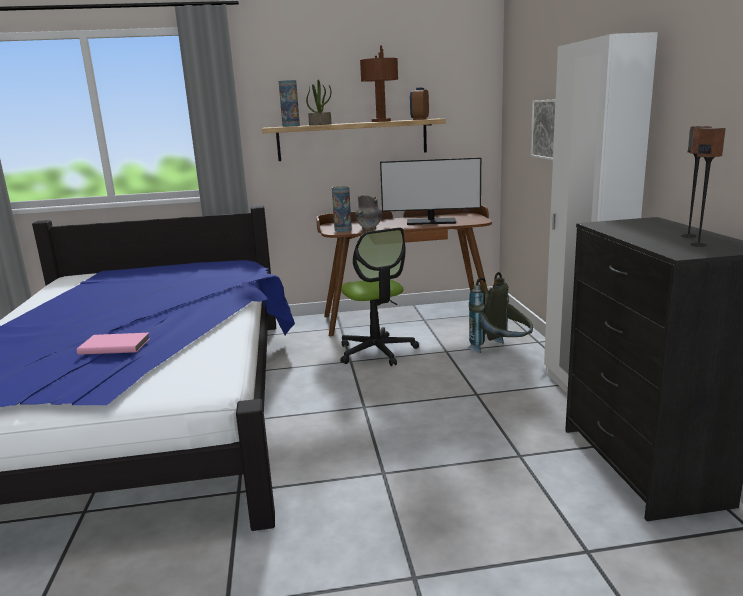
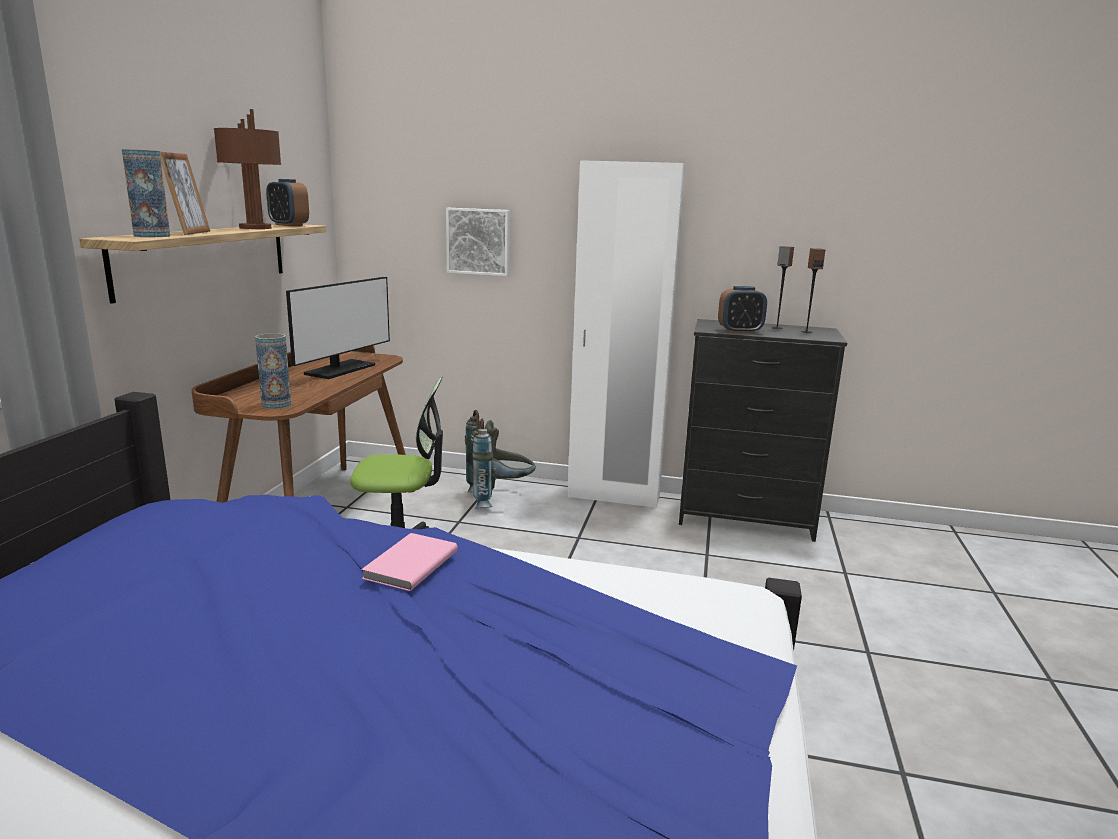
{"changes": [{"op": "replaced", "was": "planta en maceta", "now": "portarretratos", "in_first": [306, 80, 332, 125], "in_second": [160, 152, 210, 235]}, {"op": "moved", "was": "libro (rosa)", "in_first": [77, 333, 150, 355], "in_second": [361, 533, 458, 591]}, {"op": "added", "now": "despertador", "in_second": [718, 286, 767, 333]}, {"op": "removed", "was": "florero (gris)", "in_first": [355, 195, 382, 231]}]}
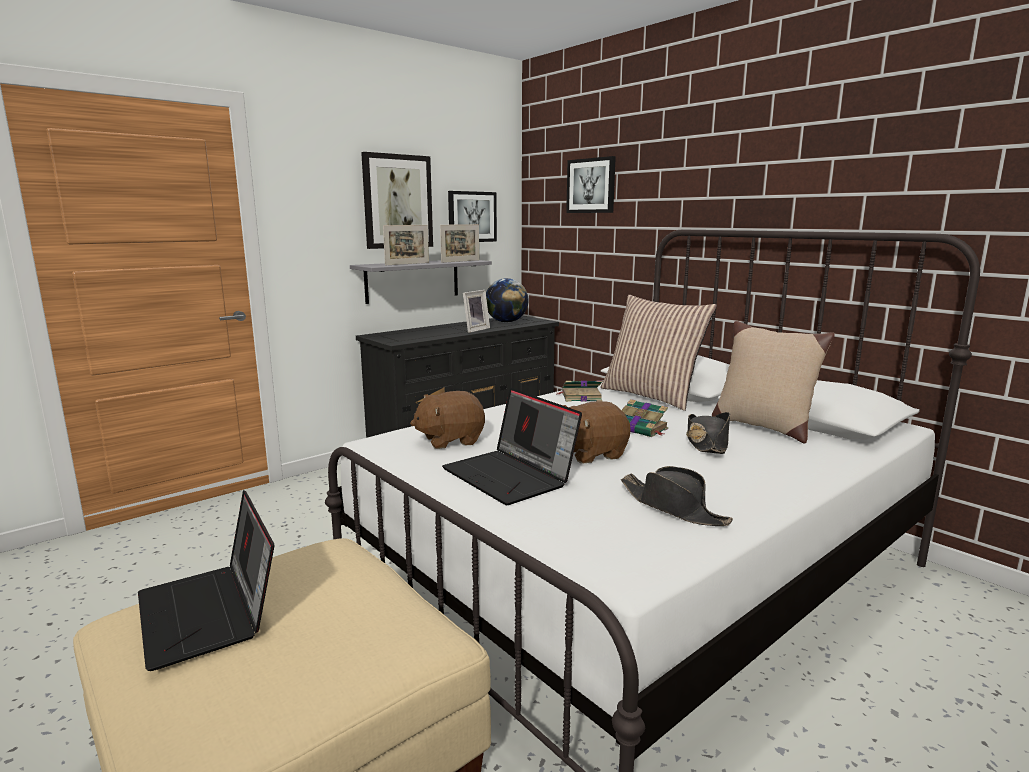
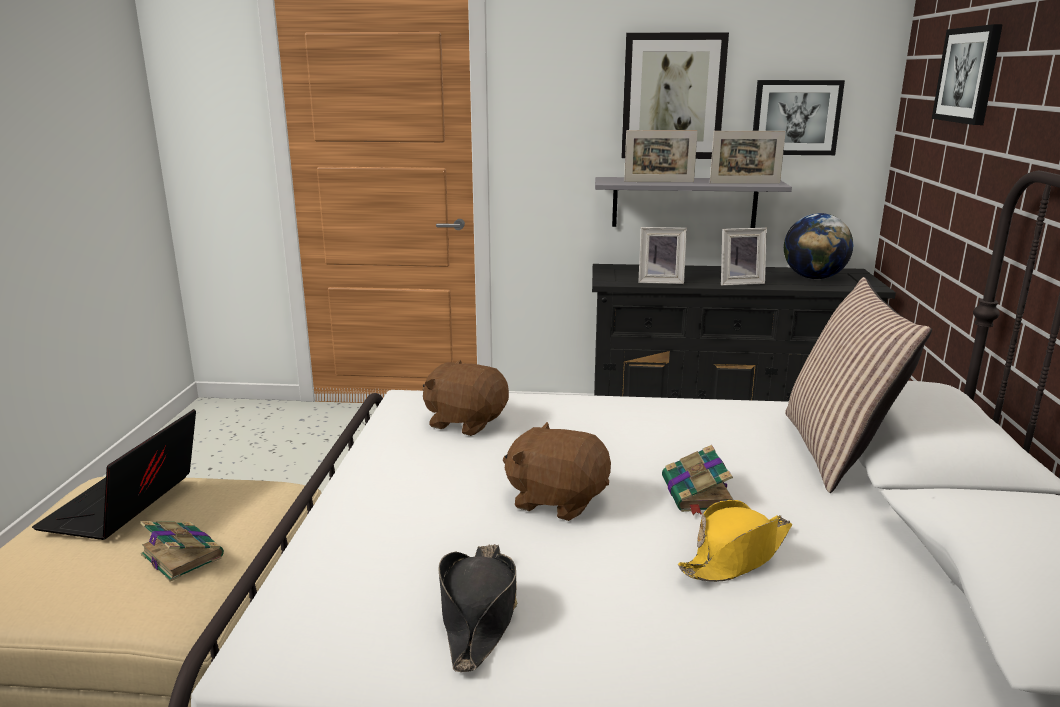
{"changes": [{"op": "moved", "was": "libro", "in_first": [558, 380, 602, 402], "in_second": [140, 521, 224, 582]}, {"op": "added", "now": "portarretratos", "in_second": [638, 227, 687, 284]}, {"op": "recoloured", "was": "sombrero (negro)", "now": "sombrero (amarillo)", "in_first": [686, 412, 730, 454], "in_second": [678, 500, 792, 582]}, {"op": "removed", "was": "portátil", "in_first": [442, 388, 582, 505]}, {"op": "removed", "was": "cojín (beis)", "in_first": [712, 321, 835, 444]}]}
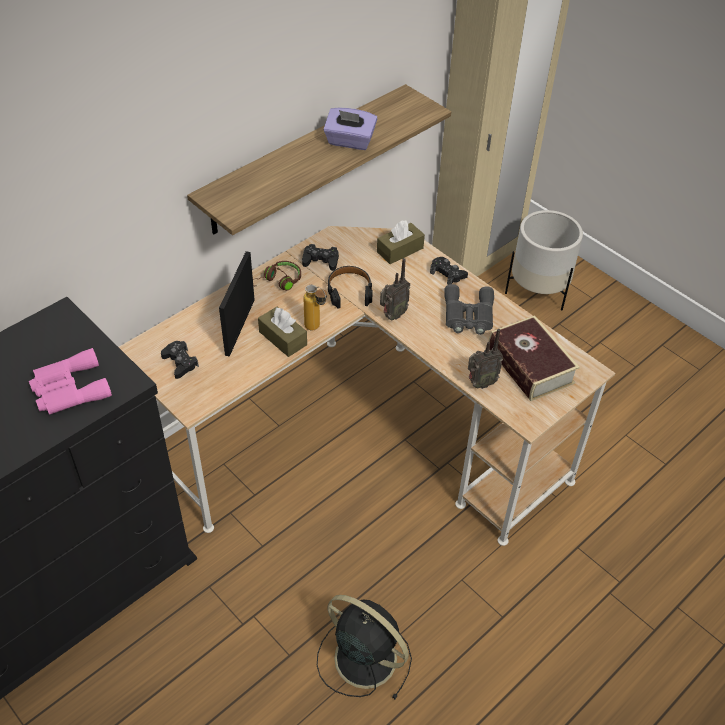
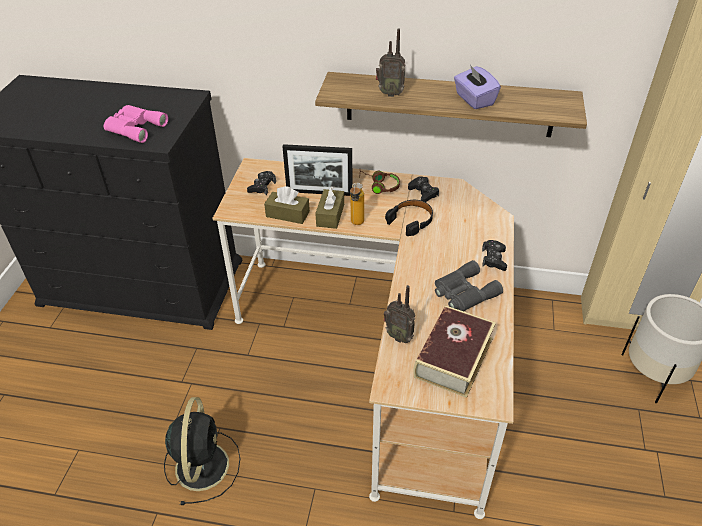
{"changes": [{"op": "moved", "was": "caja de pañuelos (marrón)", "in_first": [377, 221, 425, 264], "in_second": [264, 186, 310, 224]}, {"op": "turned", "was": "portarretratos", "in_first": [219, 251, 255, 357], "in_second": [282, 144, 353, 196], "clockwise": -150}, {"op": "moved", "was": "radio", "in_first": [380, 258, 410, 320], "in_second": [376, 29, 406, 97]}]}
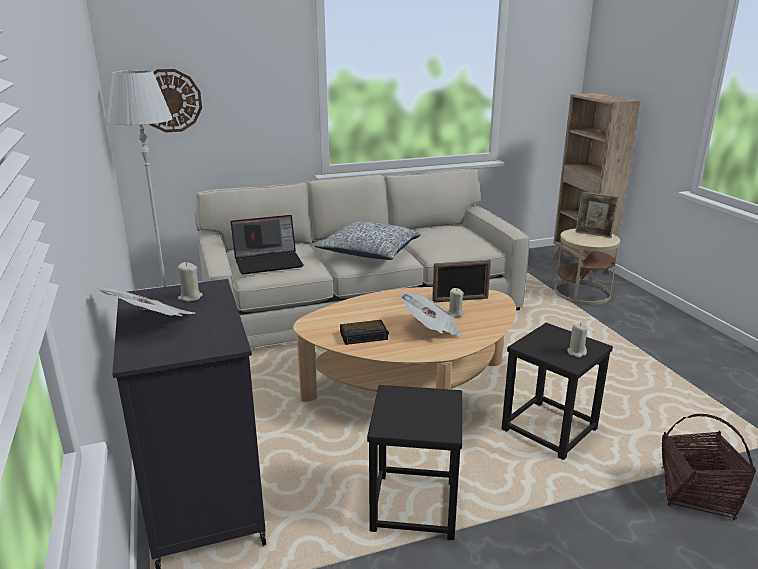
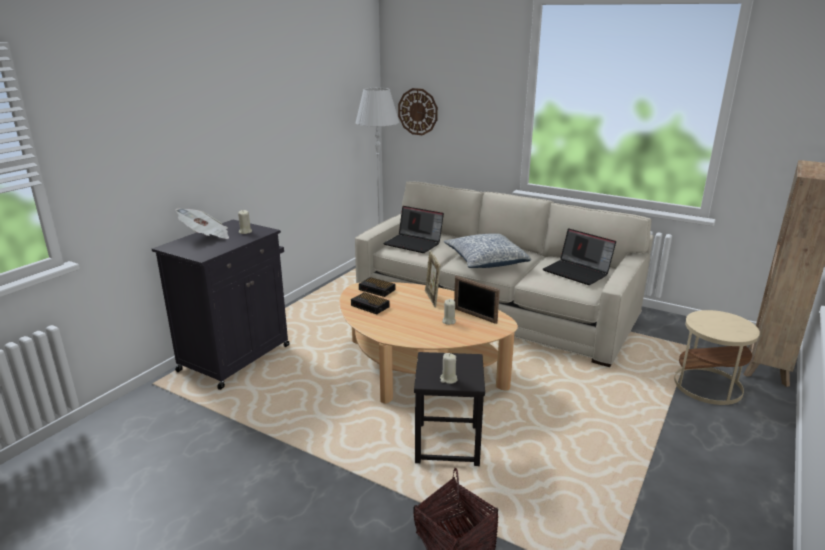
{"changes": [{"op": "added", "now": "despertador", "in_second": [359, 277, 395, 297]}, {"op": "moved", "was": "portarretratos", "in_first": [575, 192, 619, 238], "in_second": [425, 251, 441, 307]}, {"op": "added", "now": "portátil", "in_second": [543, 228, 616, 285]}, {"op": "removed", "was": "taburete (negro)", "in_first": [367, 385, 462, 540]}, {"op": "removed", "was": "periódico", "in_first": [400, 293, 462, 337]}]}
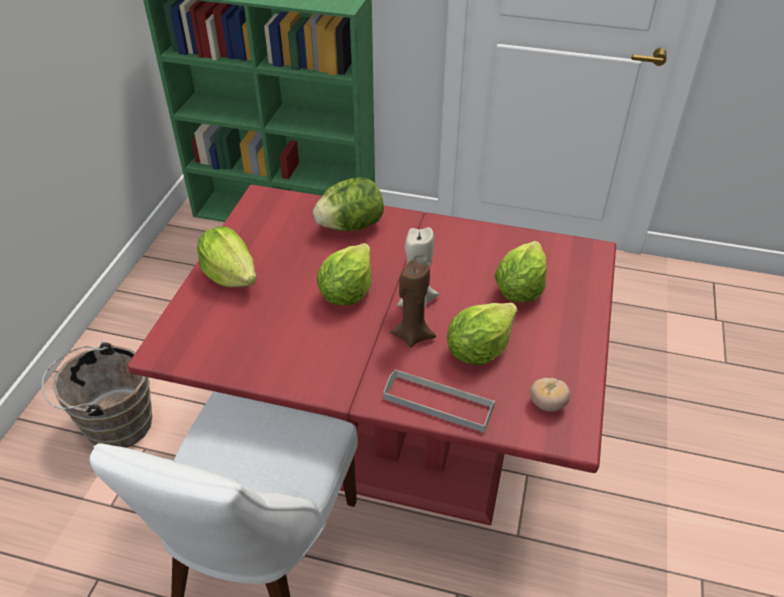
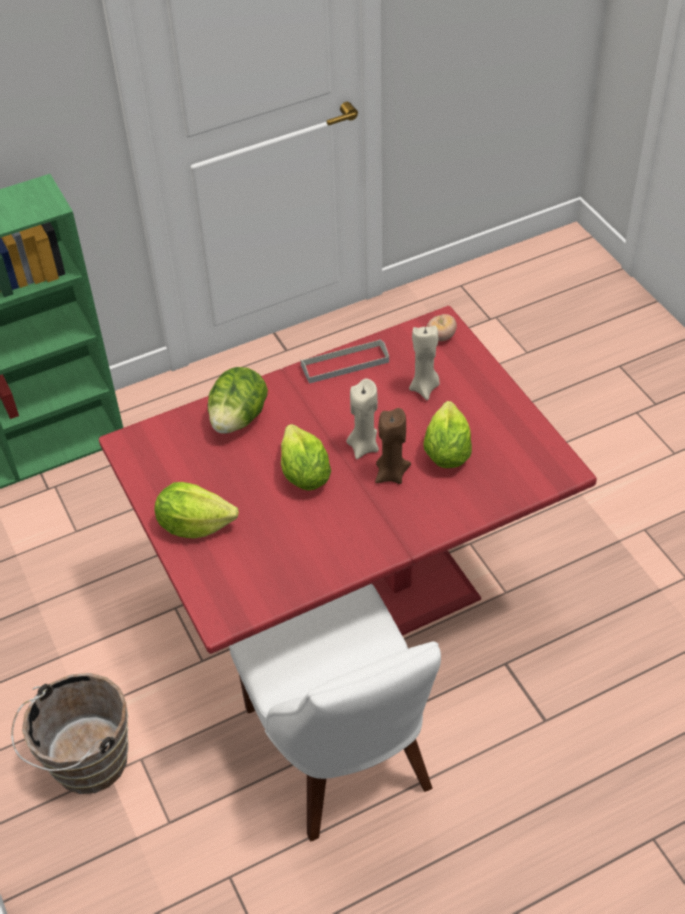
{"changes": [{"op": "moved", "was": "bandeja (gris)", "in_first": [383, 369, 495, 432], "in_second": [301, 339, 389, 384]}, {"op": "replaced", "was": "lechuga", "now": "vela (beis)", "in_first": [494, 241, 547, 303], "in_second": [409, 325, 440, 400]}, {"op": "moved", "was": "tomate", "in_first": [530, 378, 571, 412], "in_second": [427, 314, 457, 341]}]}
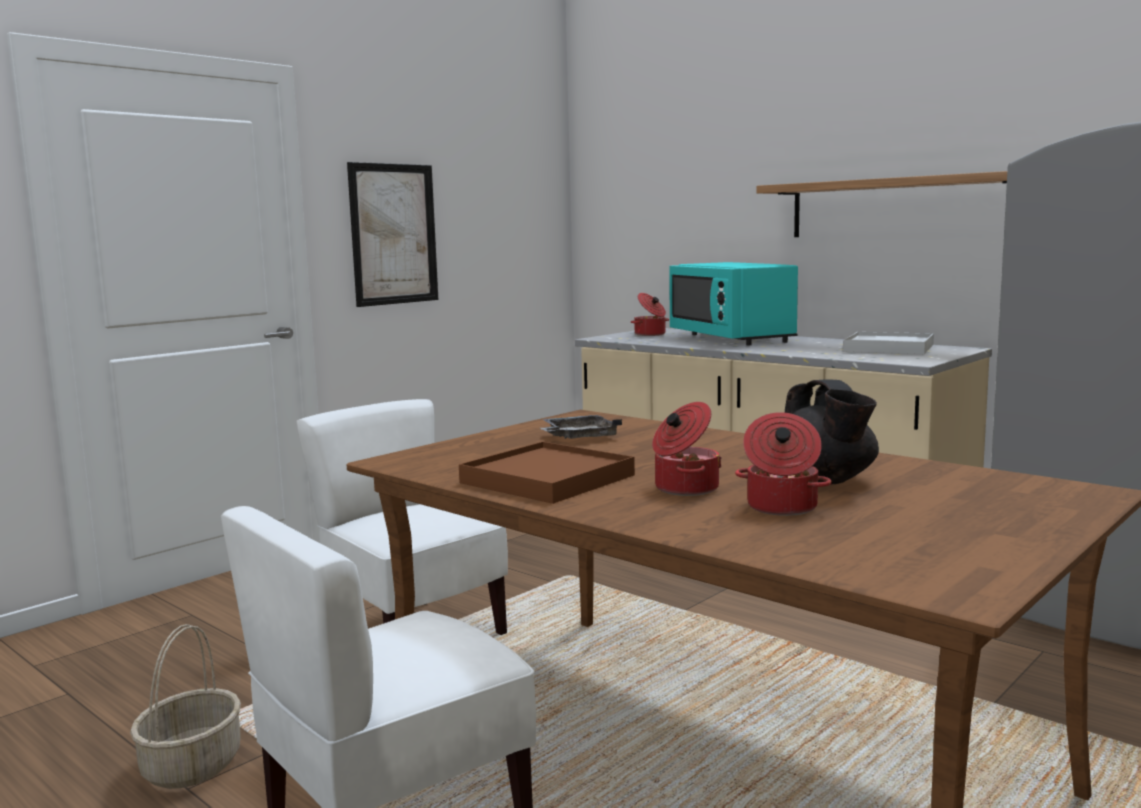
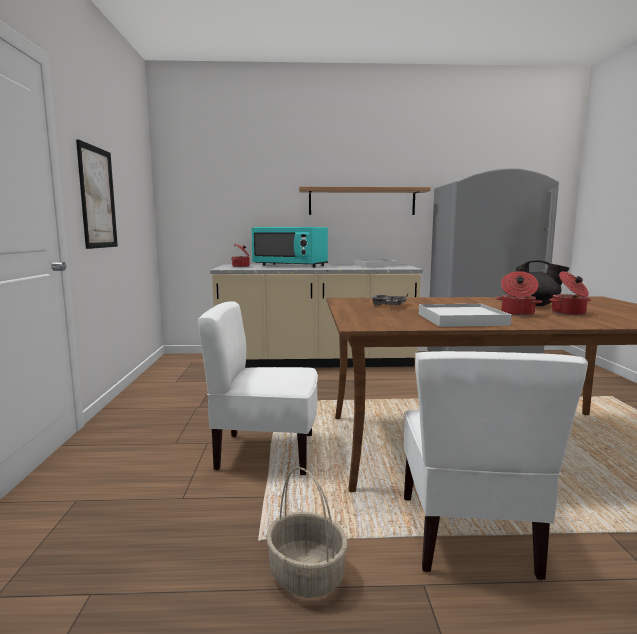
{"changes": [{"op": "recoloured", "was": "bandeja (marrón)", "now": "bandeja (blanco)", "in_first": [459, 442, 635, 504], "in_second": [419, 304, 512, 327]}]}
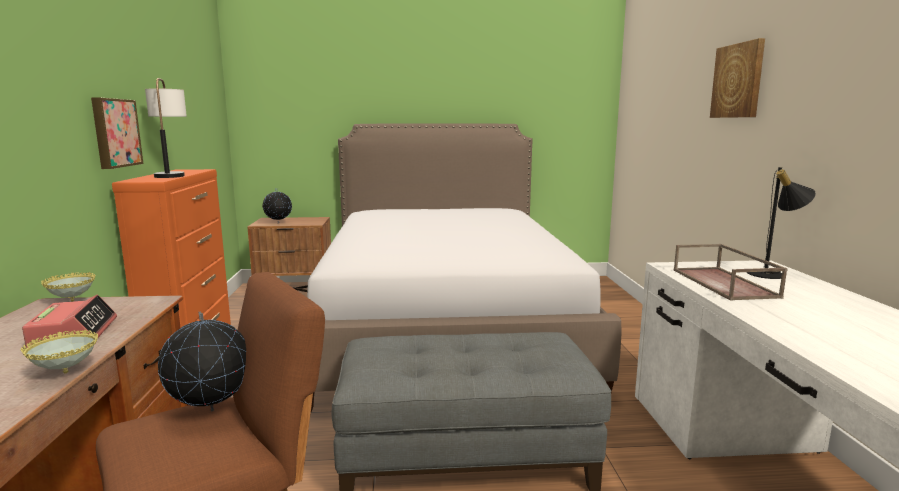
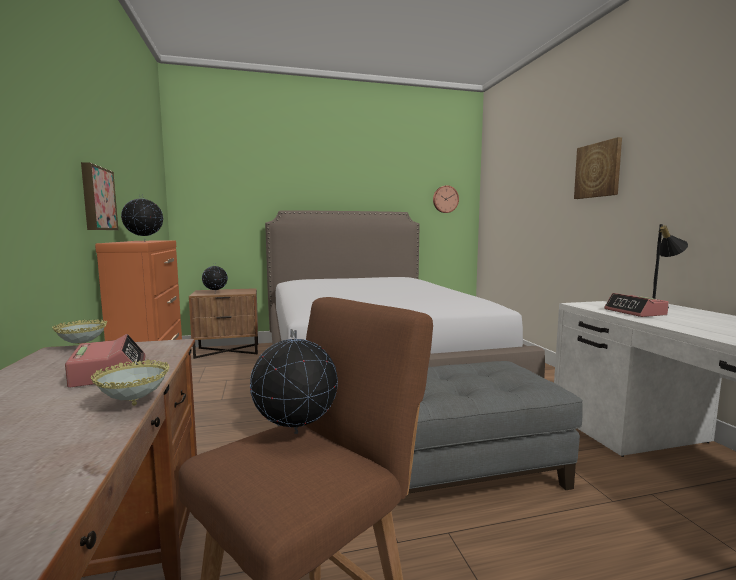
{"changes": [{"op": "replaced", "was": "lámpara de mesa", "now": "globo terráqueo", "in_first": [145, 78, 187, 178], "in_second": [121, 194, 163, 239]}, {"op": "added", "now": "reloj de pared", "in_second": [433, 185, 459, 213]}, {"op": "replaced", "was": "bandeja (marrón)", "now": "despertador", "in_first": [673, 244, 788, 300], "in_second": [604, 293, 669, 317]}]}
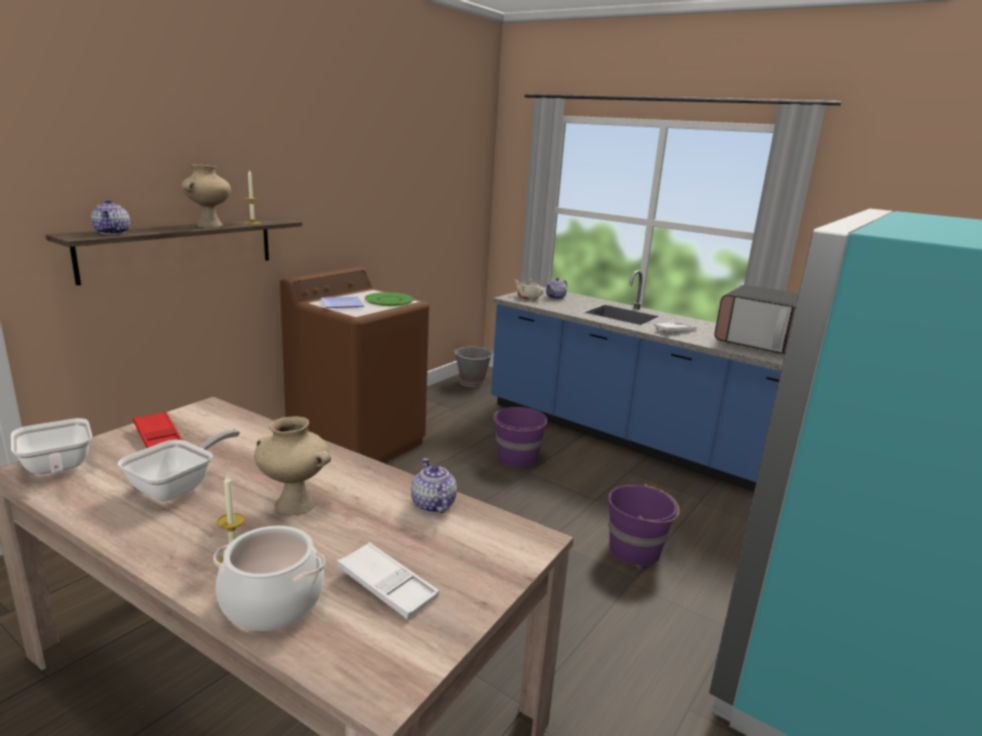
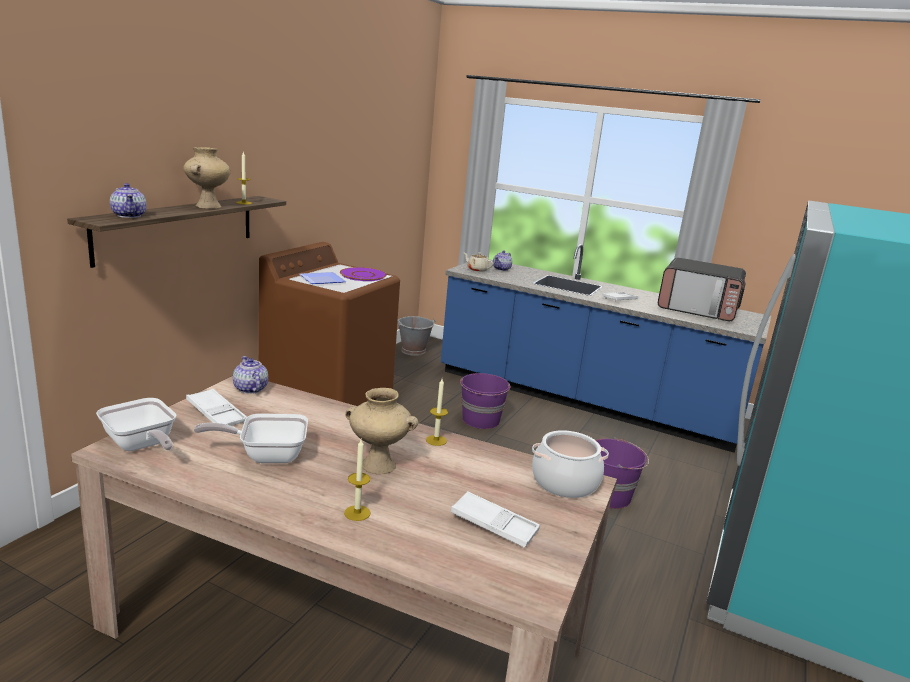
{"changes": [{"op": "recoloured", "was": "bandeja (rojo)", "now": "bandeja (blanco)", "in_first": [133, 412, 183, 448], "in_second": [186, 389, 247, 426]}, {"op": "turned", "was": "sartén", "in_first": [118, 429, 240, 501], "in_second": [194, 413, 308, 463], "clockwise": -120}, {"op": "moved", "was": "tetera", "in_first": [411, 458, 457, 513], "in_second": [233, 356, 268, 394]}, {"op": "recoloured", "was": "plato (verde)", "now": "plato (morado)", "in_first": [365, 292, 414, 306], "in_second": [340, 267, 387, 281]}, {"op": "added", "now": "vela", "in_second": [426, 379, 448, 446]}, {"op": "moved", "was": "olla", "in_first": [213, 526, 326, 631], "in_second": [532, 430, 609, 498]}]}
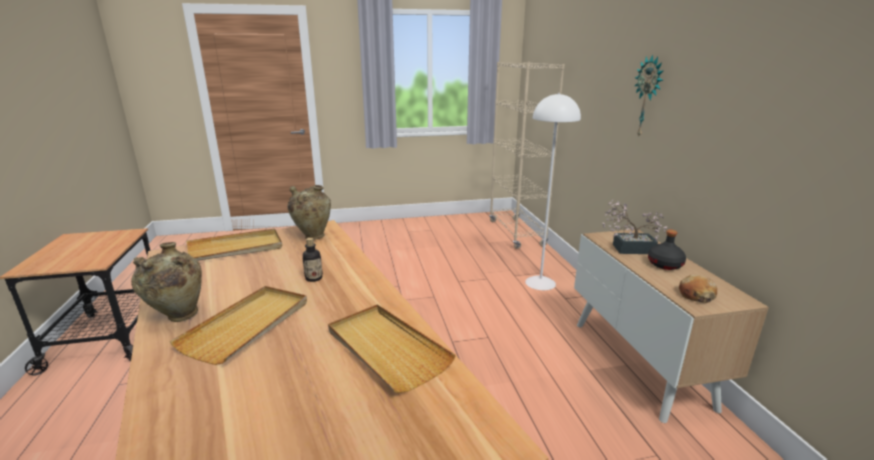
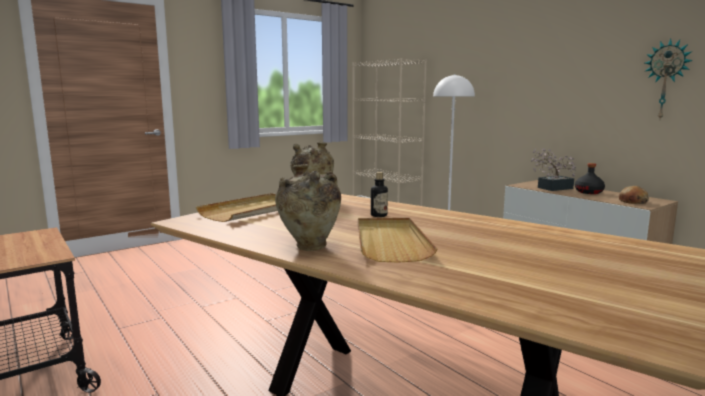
{"changes": [{"op": "moved", "was": "reloj de pared", "in_first": [635, 54, 664, 138], "in_second": [645, 38, 693, 119]}, {"op": "removed", "was": "bandeja (beis)", "in_first": [328, 304, 456, 393]}]}
